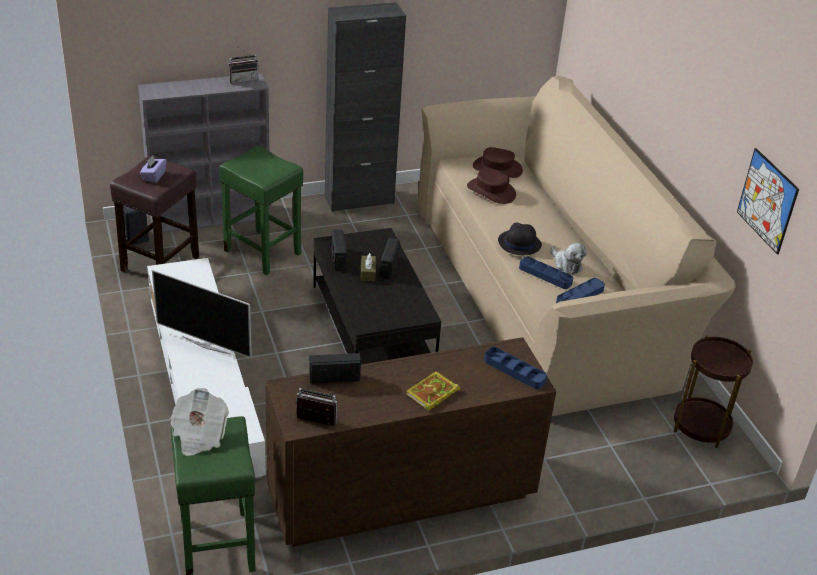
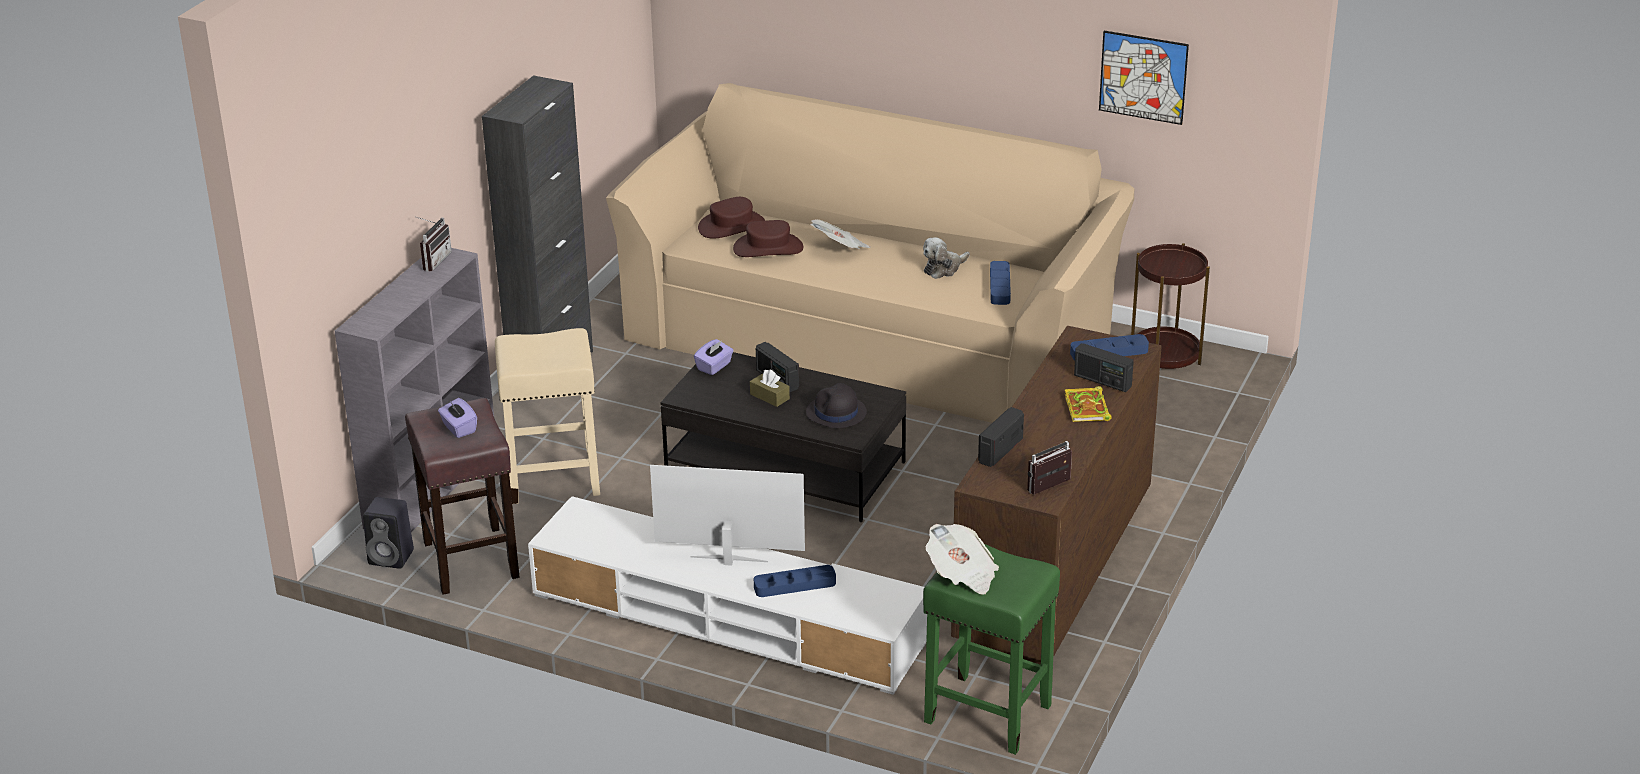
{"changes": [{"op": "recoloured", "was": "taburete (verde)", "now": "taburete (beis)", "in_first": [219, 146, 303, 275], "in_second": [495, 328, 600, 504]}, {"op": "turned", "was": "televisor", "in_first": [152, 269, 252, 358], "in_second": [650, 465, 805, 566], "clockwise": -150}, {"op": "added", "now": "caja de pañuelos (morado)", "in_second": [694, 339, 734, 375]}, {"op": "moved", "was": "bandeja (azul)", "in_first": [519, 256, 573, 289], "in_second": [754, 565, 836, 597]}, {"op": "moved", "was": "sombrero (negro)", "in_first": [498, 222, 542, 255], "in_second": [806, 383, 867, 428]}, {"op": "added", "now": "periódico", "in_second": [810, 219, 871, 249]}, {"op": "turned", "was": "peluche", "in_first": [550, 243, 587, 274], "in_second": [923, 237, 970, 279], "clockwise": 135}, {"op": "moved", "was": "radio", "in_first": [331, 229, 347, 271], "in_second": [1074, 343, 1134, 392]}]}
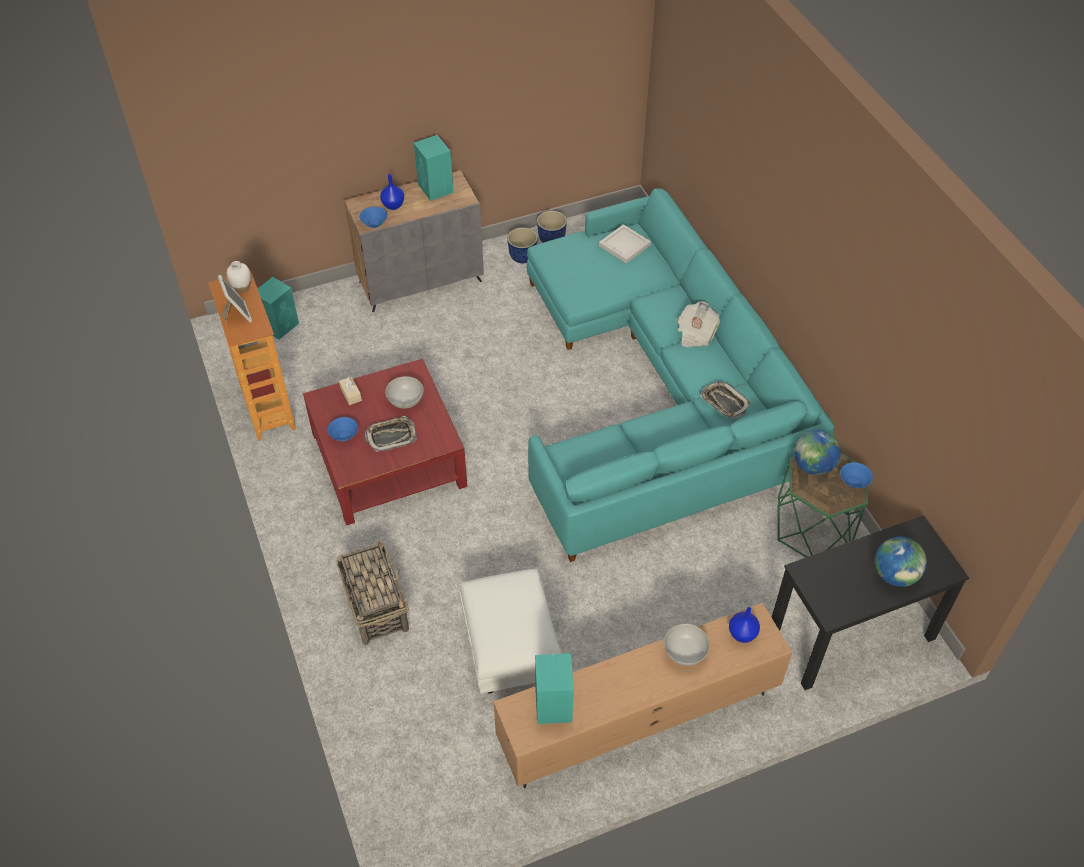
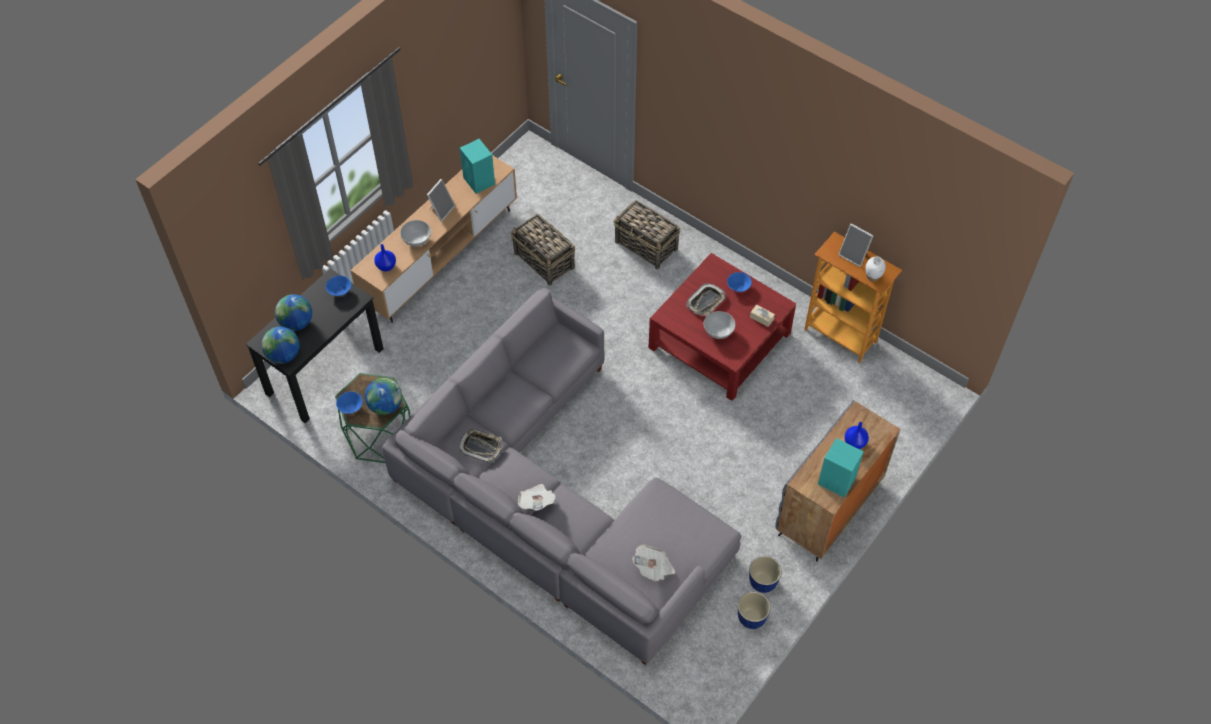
{"changes": [{"op": "added", "now": "globo terráqueo", "in_second": [262, 327, 300, 364]}, {"op": "moved", "was": "cuenco (azul)", "in_first": [359, 207, 388, 228], "in_second": [326, 276, 351, 296]}, {"op": "recoloured", "was": "sofá (turquesa)", "now": "sofá (gris)", "in_first": [527, 188, 834, 562], "in_second": [382, 288, 741, 665]}, {"op": "added", "now": "portarretratos", "in_second": [427, 179, 455, 222]}, {"op": "replaced", "was": "puf (blanco)", "now": "cesta", "in_first": [459, 569, 561, 694], "in_second": [510, 214, 575, 286]}, {"op": "replaced", "was": "bandeja (blanco)", "now": "periódico", "in_first": [599, 224, 651, 263], "in_second": [632, 544, 675, 582]}, {"op": "removed", "was": "altavoz (turquesa)", "in_first": [258, 277, 299, 340]}]}
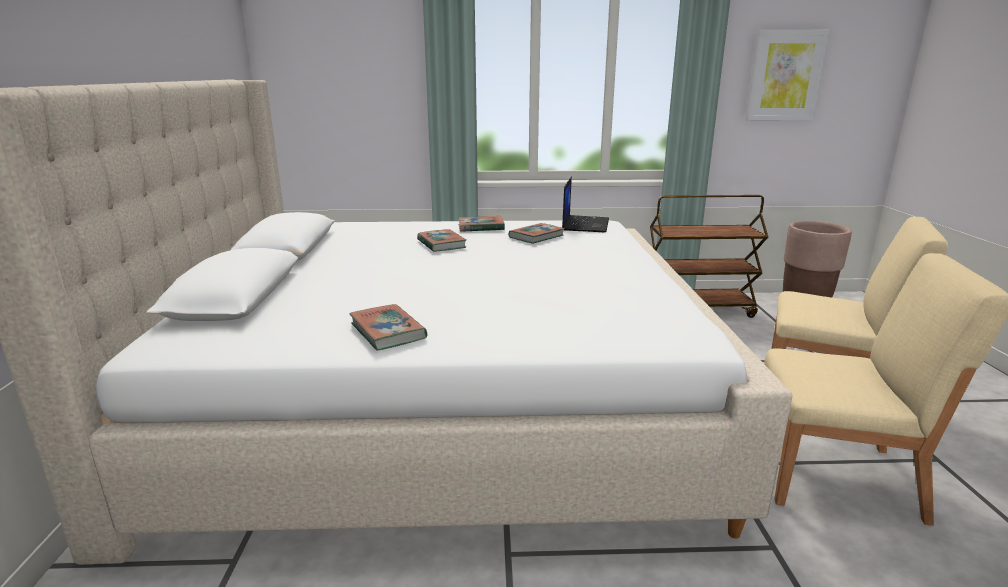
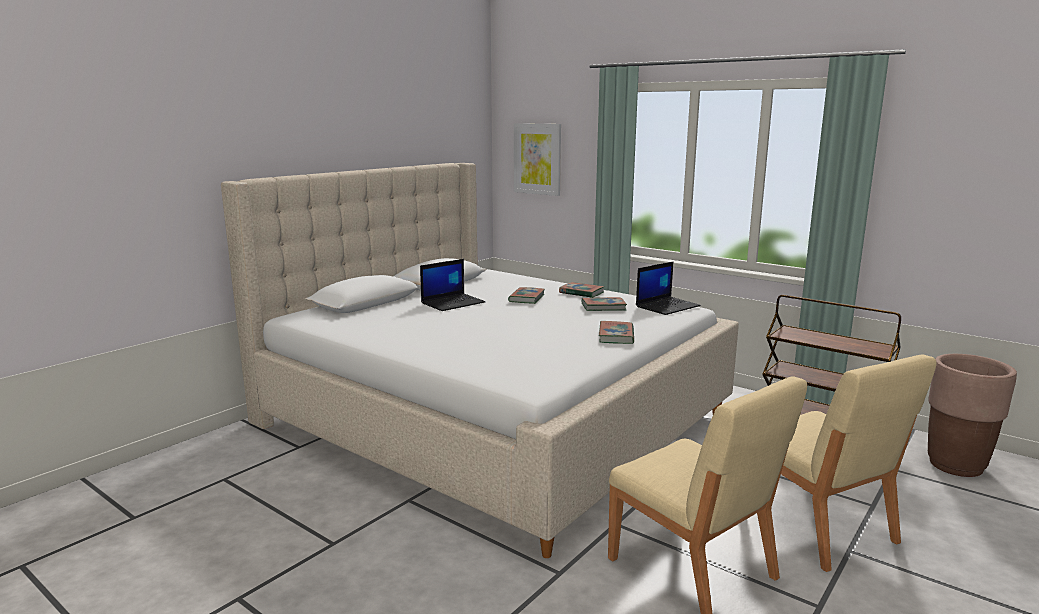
{"changes": [{"op": "added", "now": "portátil", "in_second": [420, 259, 485, 311]}, {"op": "moved", "was": "cuadro", "in_first": [746, 30, 830, 120], "in_second": [514, 123, 561, 196]}, {"op": "moved", "was": "libro", "in_first": [349, 304, 427, 351], "in_second": [599, 321, 634, 344]}]}
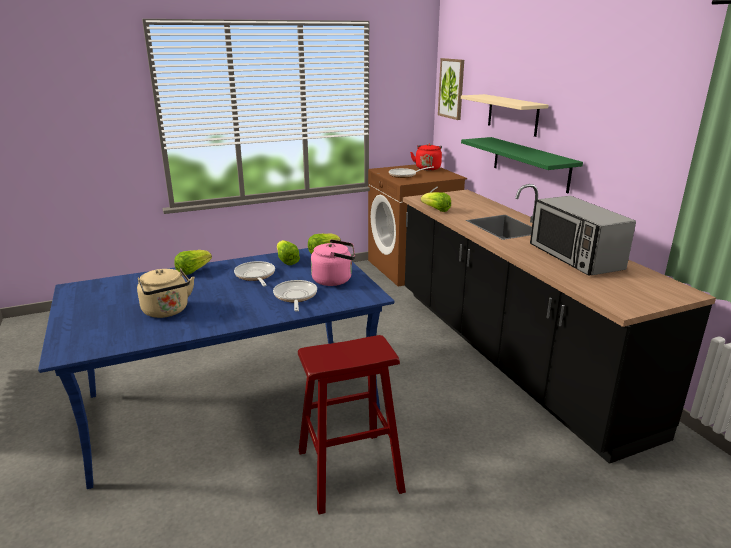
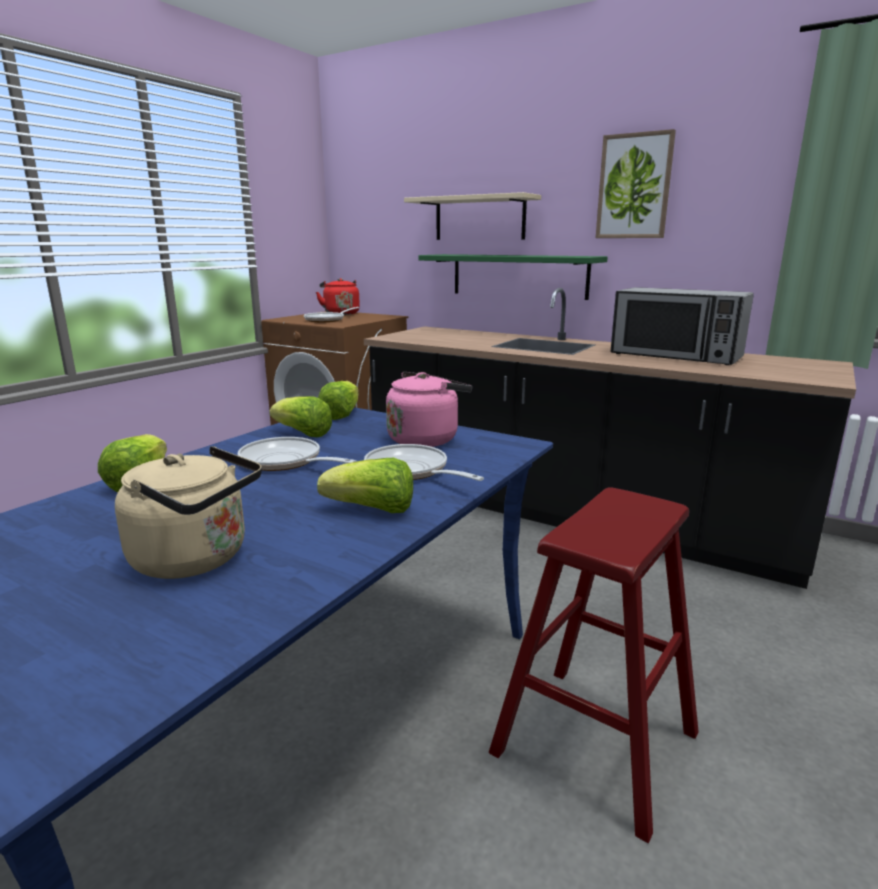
{"changes": [{"op": "moved", "was": "lechuga", "in_first": [421, 192, 451, 212], "in_second": [317, 458, 413, 513]}, {"op": "moved", "was": "cuadro", "in_first": [438, 58, 464, 120], "in_second": [596, 129, 676, 238]}]}
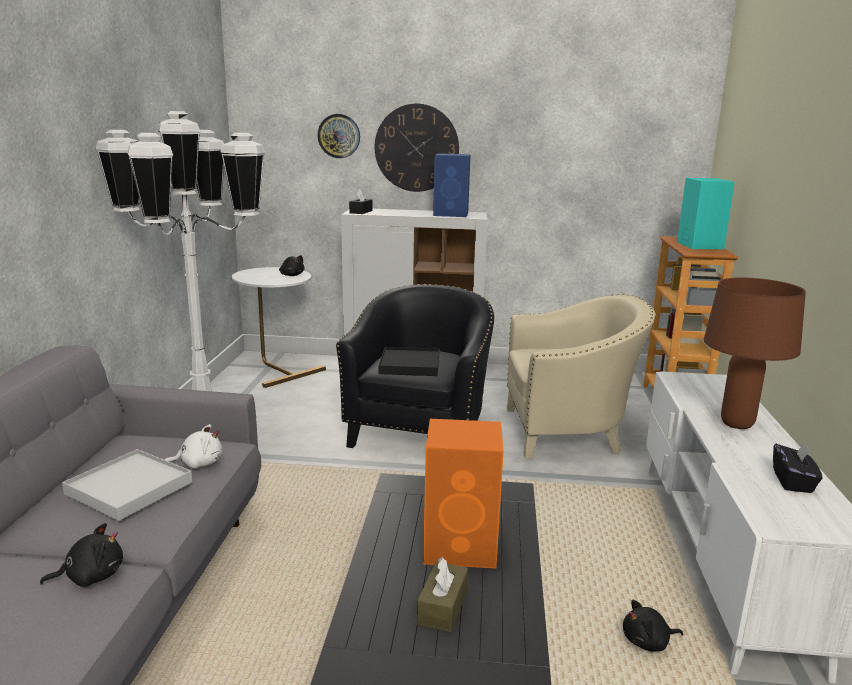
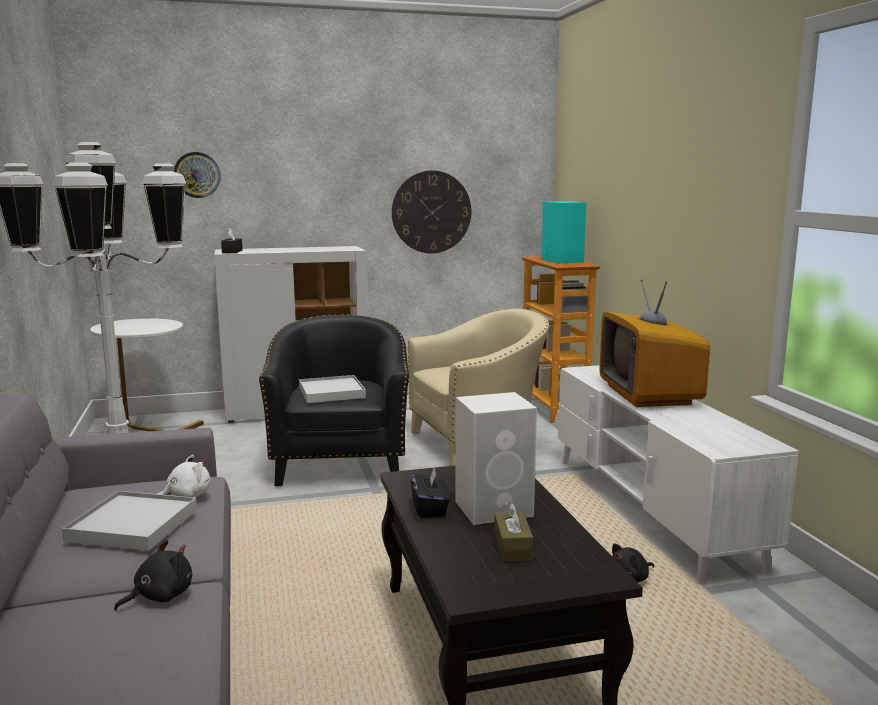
{"changes": [{"op": "recoloured", "was": "bandeja (negro)", "now": "bandeja (blanco)", "in_first": [379, 347, 439, 376], "in_second": [299, 375, 366, 403]}, {"op": "moved", "was": "reloj de pared", "in_first": [375, 104, 459, 192], "in_second": [392, 170, 471, 254]}, {"op": "moved", "was": "caja de pañuelos (negro)", "in_first": [773, 441, 823, 493], "in_second": [410, 466, 450, 518]}, {"op": "recoloured", "was": "altavoz (naranja)", "now": "altavoz (blanco)", "in_first": [423, 419, 504, 568], "in_second": [455, 392, 537, 525]}, {"op": "replaced", "was": "lámpara de mesa (marrón)", "now": "televisor", "in_first": [704, 277, 806, 429], "in_second": [599, 279, 710, 407]}, {"op": "removed", "was": "peluche (negro)", "in_first": [279, 255, 305, 276]}, {"op": "removed", "was": "altavoz (azul)", "in_first": [433, 153, 471, 217]}]}
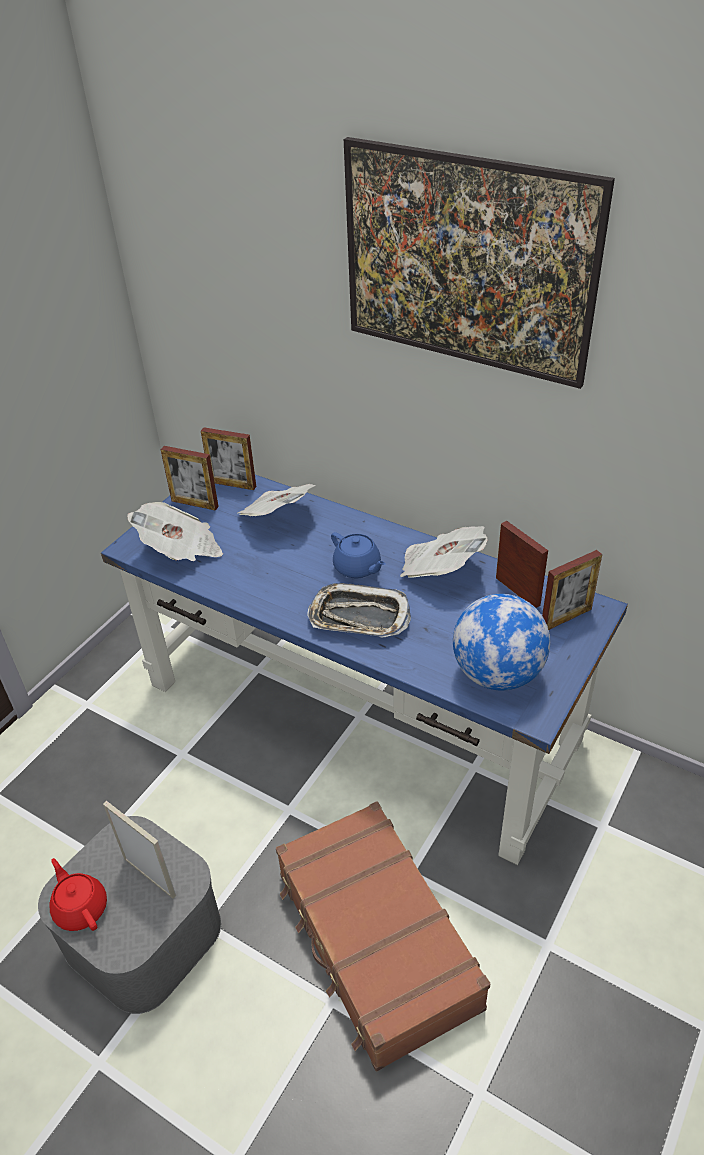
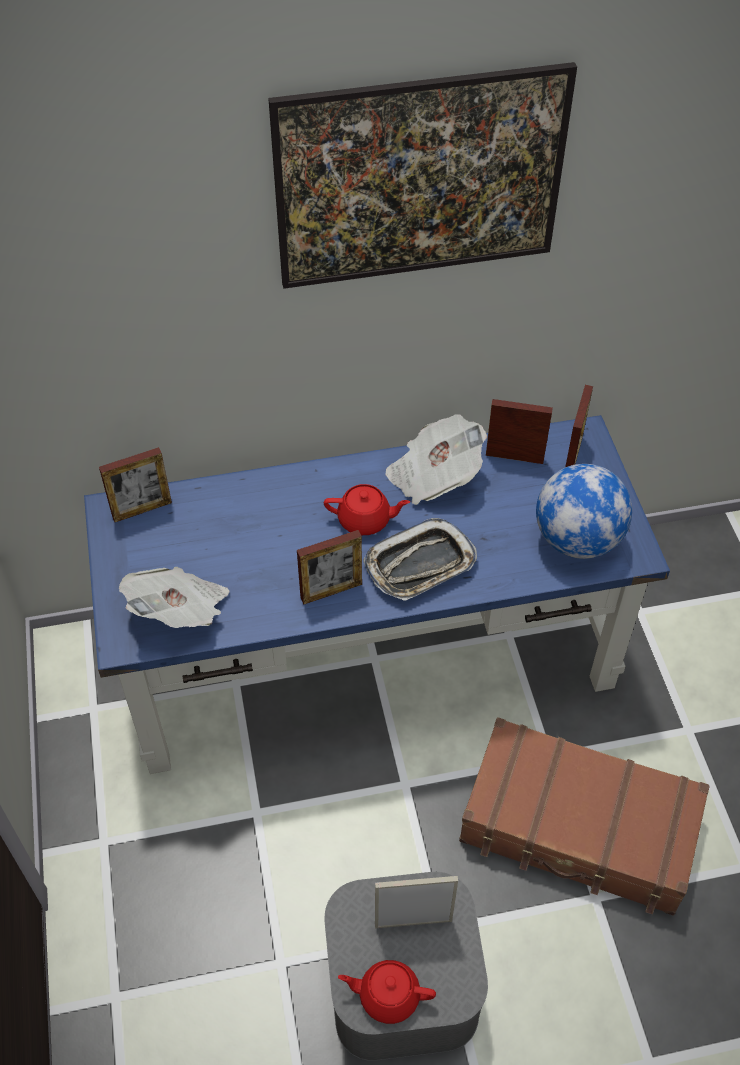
{"changes": [{"op": "moved", "was": "portarretratos", "in_first": [161, 446, 219, 511], "in_second": [297, 530, 362, 604]}, {"op": "recoloured", "was": "tetera (azul)", "now": "tetera (rojo)", "in_first": [331, 532, 386, 579], "in_second": [324, 484, 410, 535]}, {"op": "removed", "was": "periódico", "in_first": [238, 484, 316, 516]}]}
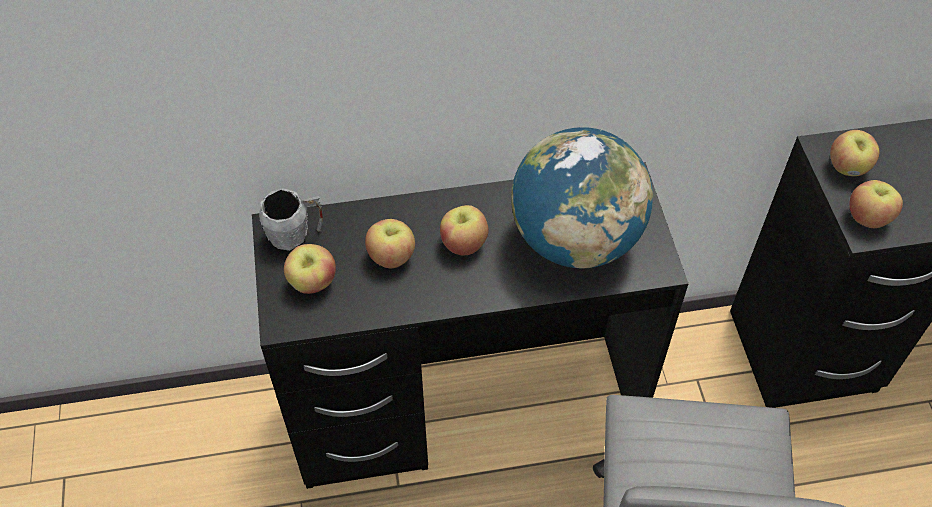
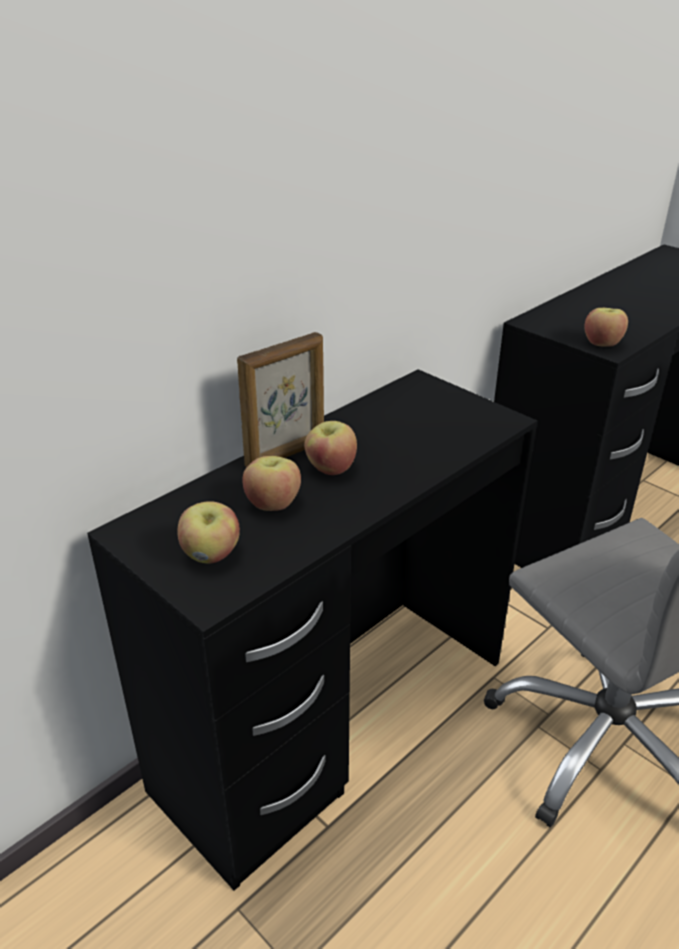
{"changes": [{"op": "added", "now": "portarretratos", "in_second": [237, 332, 324, 467]}, {"op": "removed", "was": "taza grande (gris)", "in_first": [259, 188, 323, 252]}, {"op": "removed", "was": "globo terráqueo", "in_first": [511, 127, 653, 268]}, {"op": "removed", "was": "manzana", "in_first": [830, 130, 879, 176]}]}
